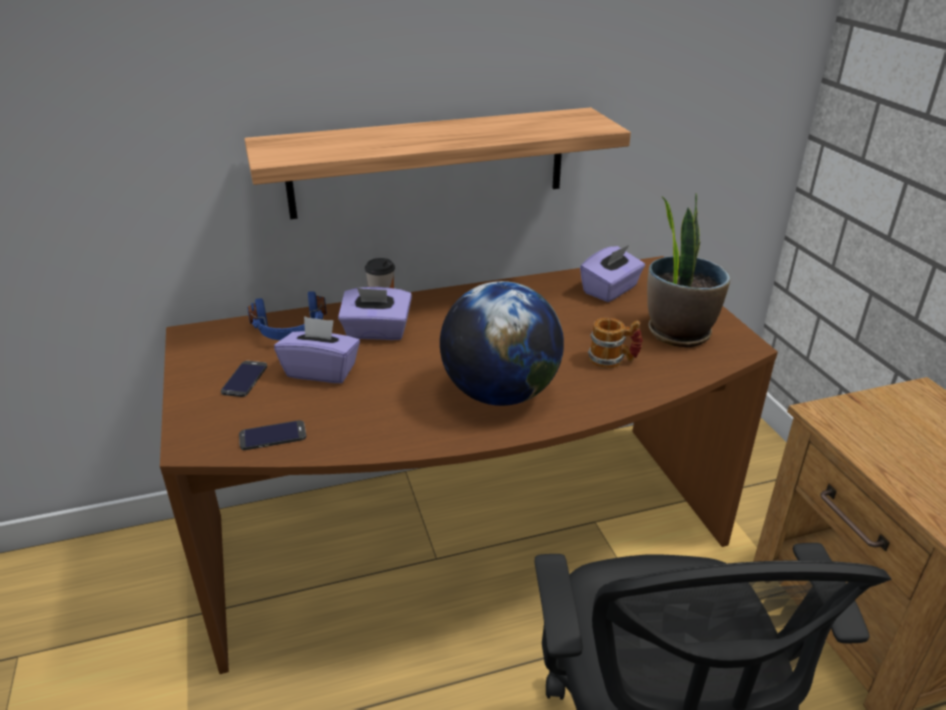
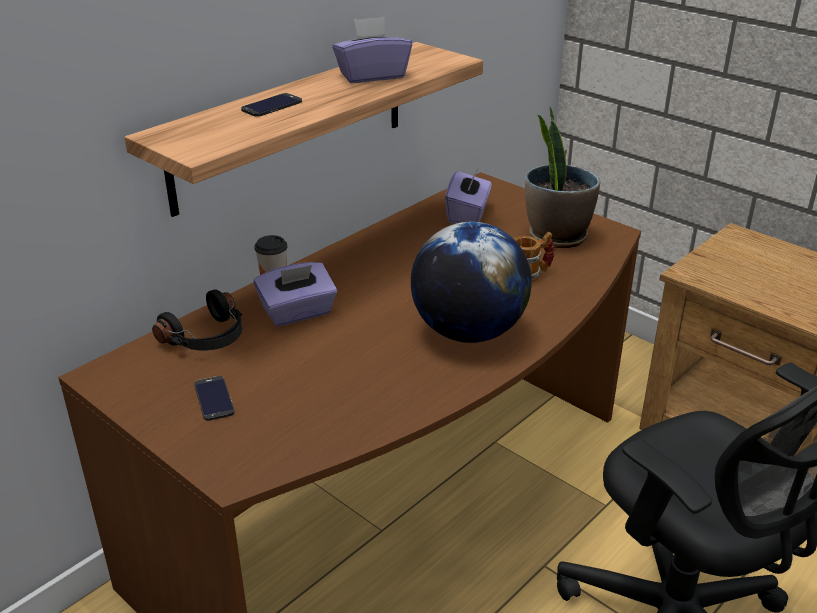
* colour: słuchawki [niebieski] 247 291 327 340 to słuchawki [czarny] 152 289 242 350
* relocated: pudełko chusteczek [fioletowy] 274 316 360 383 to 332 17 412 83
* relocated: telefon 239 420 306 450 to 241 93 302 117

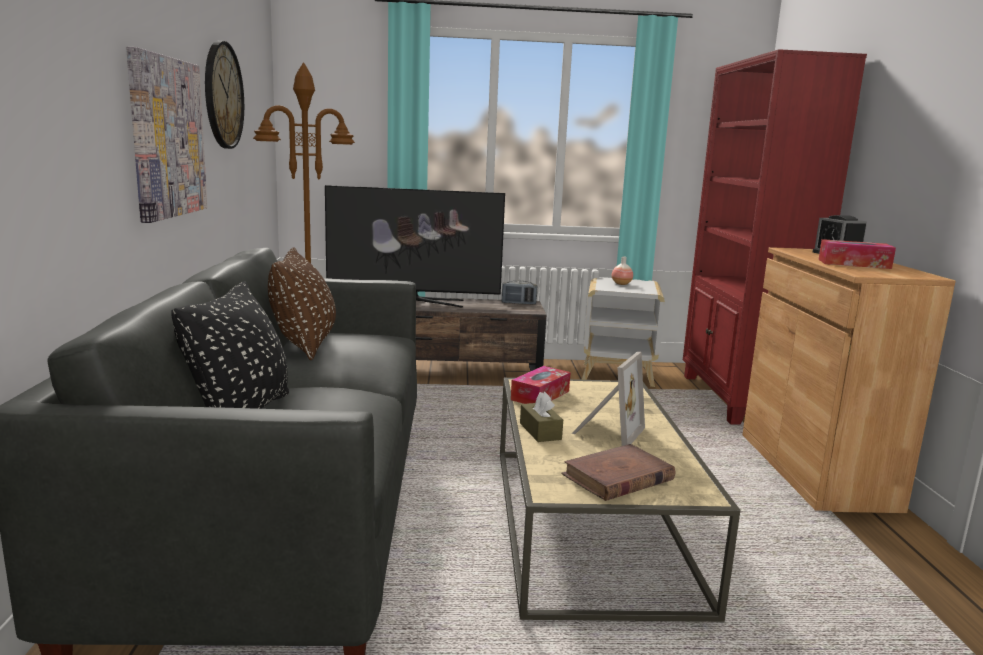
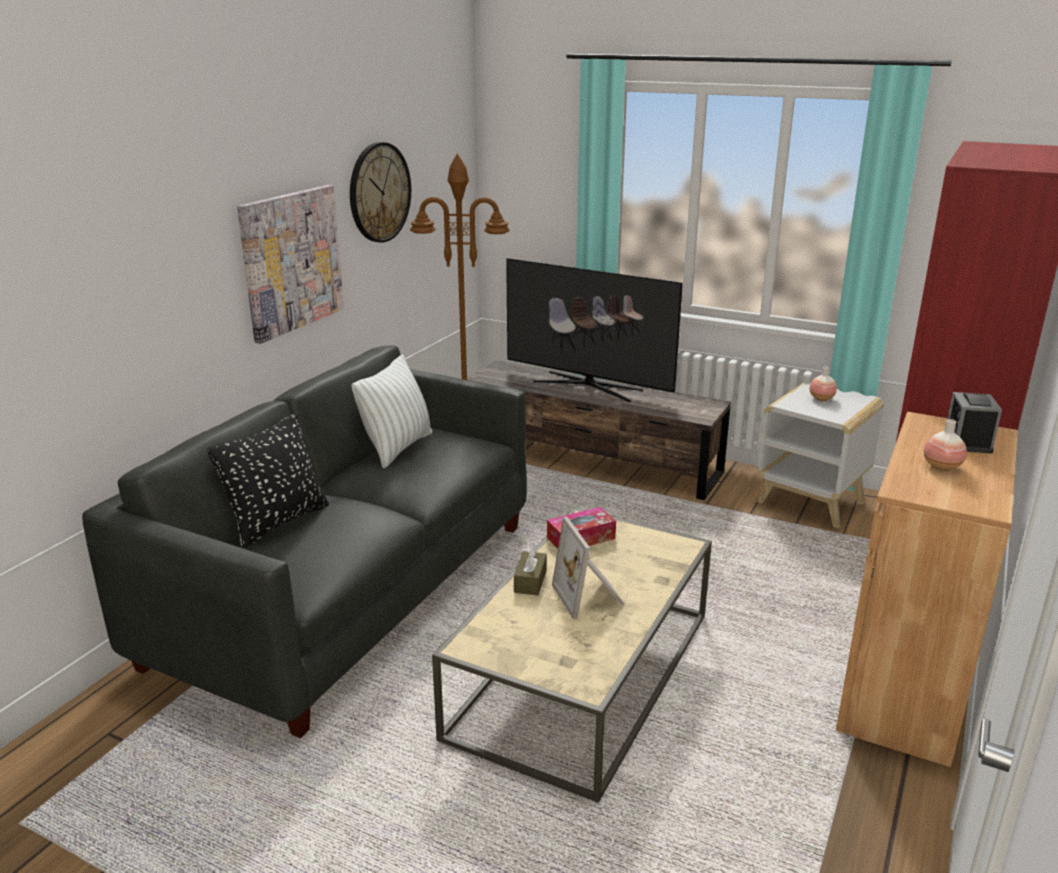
* exchanged: pudełko chusteczek 818 239 896 269 to wazon 924 419 967 471
* colour: poduszka [brązowy] 268 247 336 360 to poduszka [biały] 352 355 432 468
* missing: radio 502 281 537 305
* spun: ramka na zdjęcie 572 352 645 446 = 552 517 624 619 105 degrees clockwise
* missing: książka [brązowy] 562 444 675 501

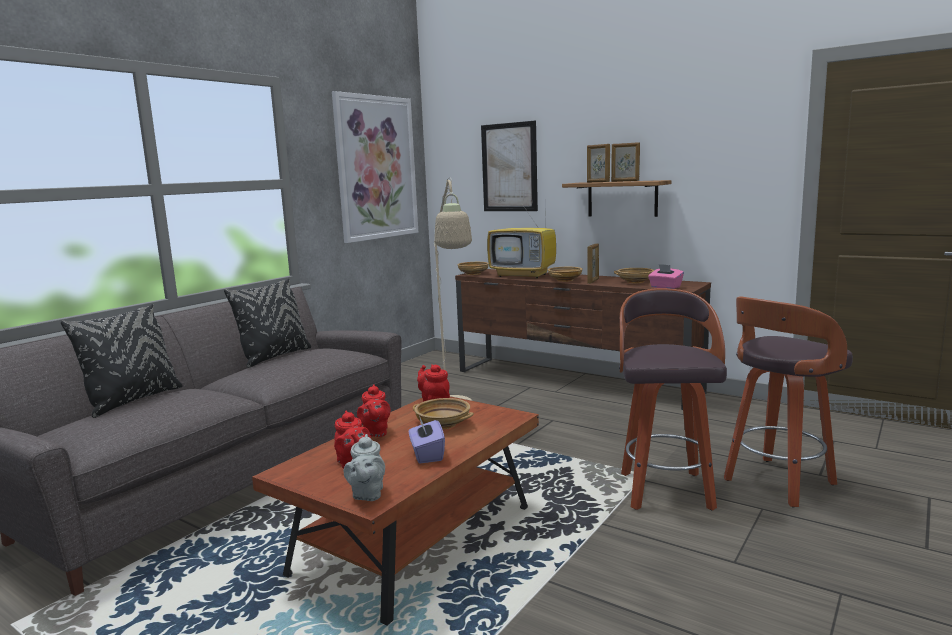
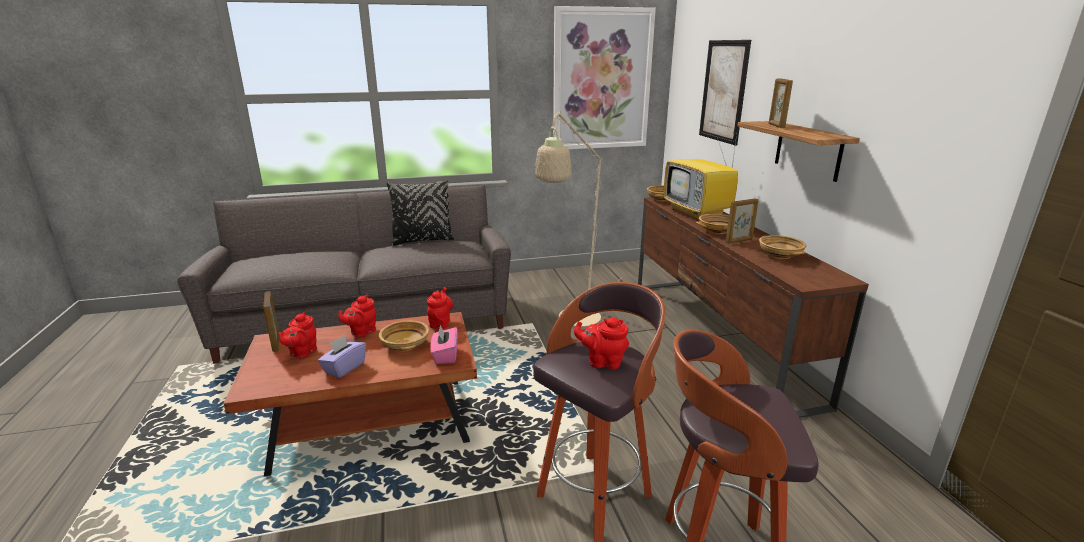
* relocated: ramka na zdjęcie 611 142 640 182 to 263 291 280 352
* relocated: pudełko chusteczek [różowy] 648 264 684 289 to 430 325 458 364
* missing: poduszka [czarny] 61 304 182 418
* missing: imbryk [szary] 344 434 385 501
* appeared: imbryk [czerwony] 574 318 629 370

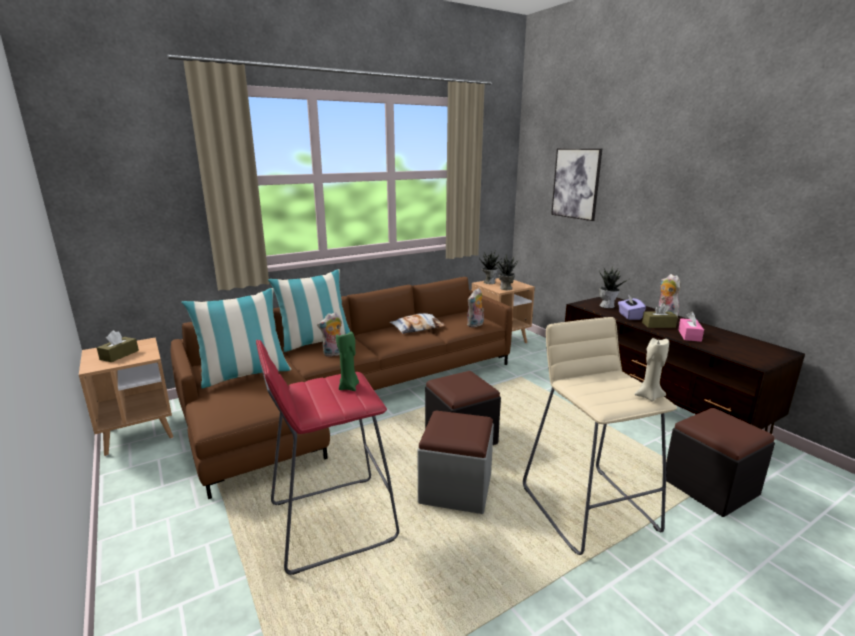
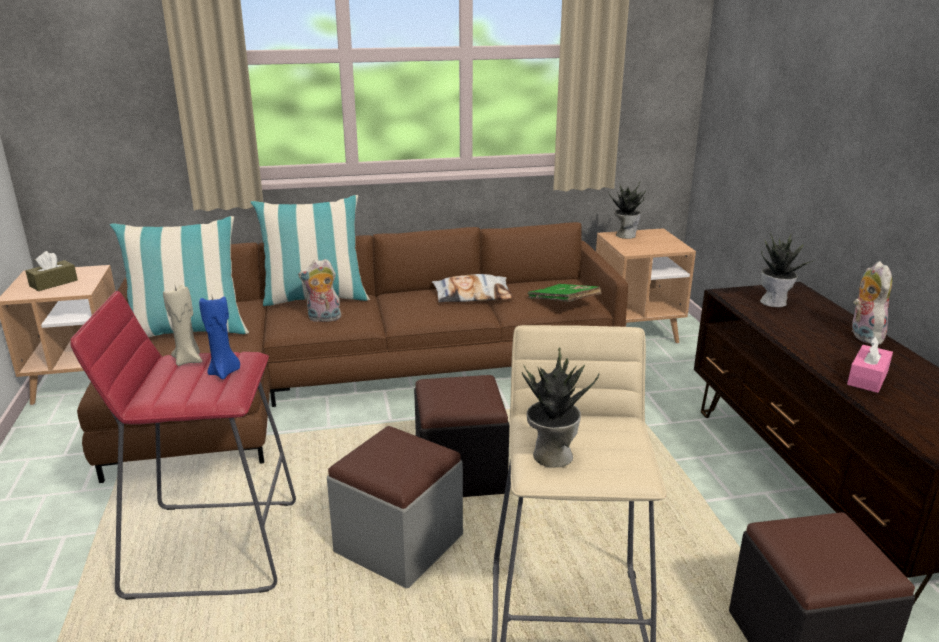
* missing: obraz 551 148 602 221
* relocated: roślina doniczkowa 496 255 518 290 to 522 348 599 467
* exchanged: pluszak 467 288 484 327 to książka [zielony] 527 284 602 302
* missing: pudełko chusteczek [fioletowy] 618 295 646 320
* missing: pudełko chusteczek [brązowy] 642 303 678 328
* colour: świeca [zielony] 336 331 359 391 to świeca [niebieski] 199 296 240 379
* relocated: świeca [beżowy] 634 338 669 402 to 163 285 202 366

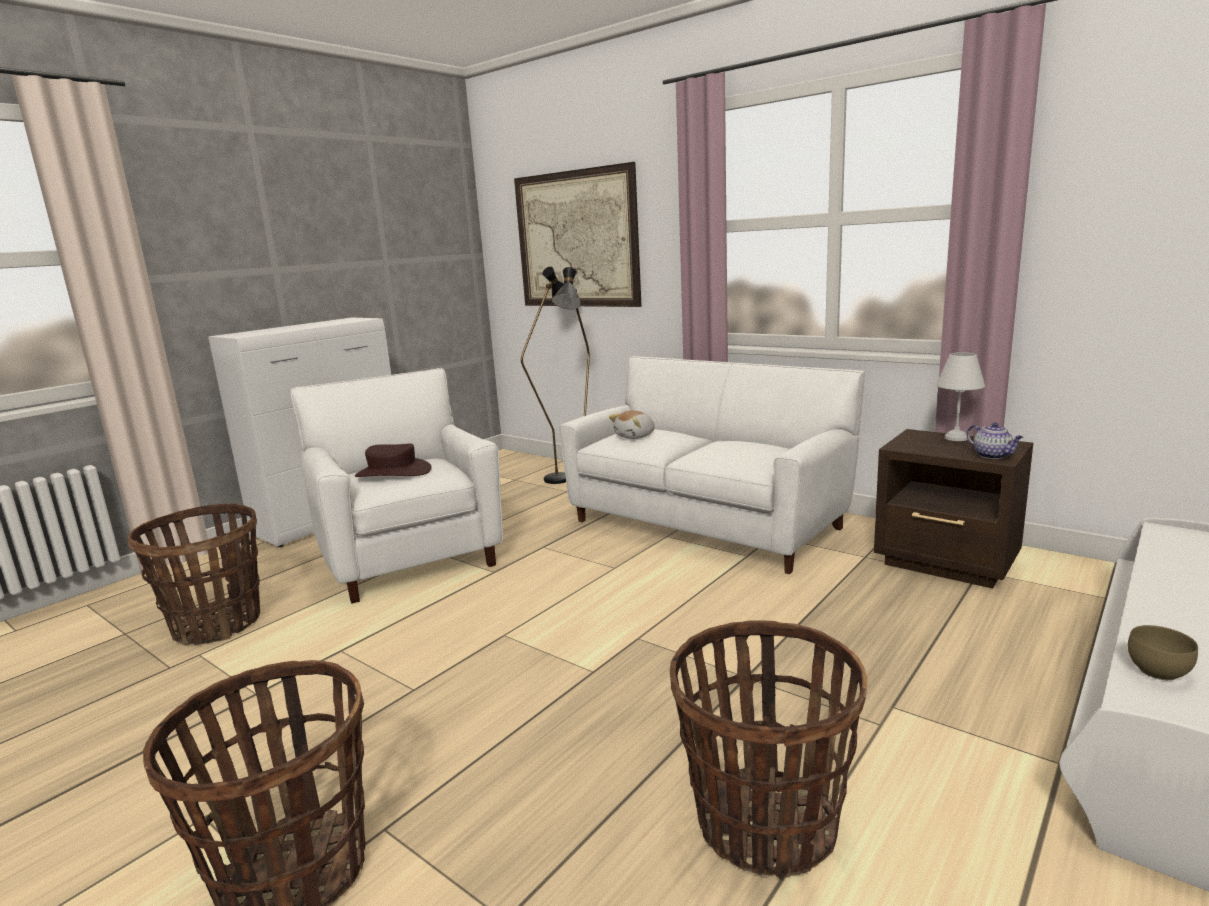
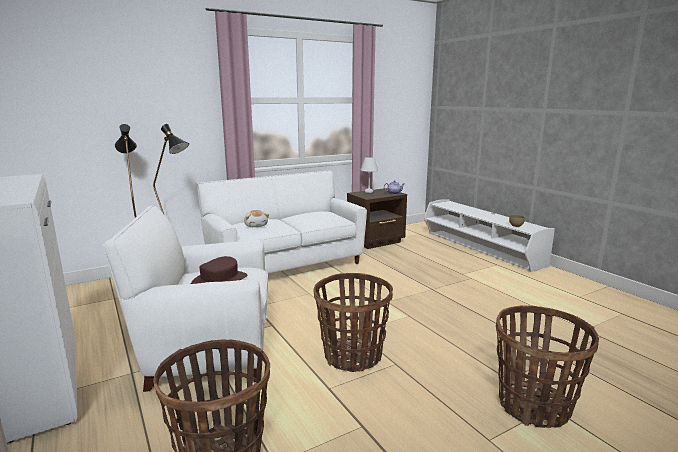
* missing: obraz 514 162 642 307
* relocated: koszyk 670 621 868 879 to 313 273 393 372

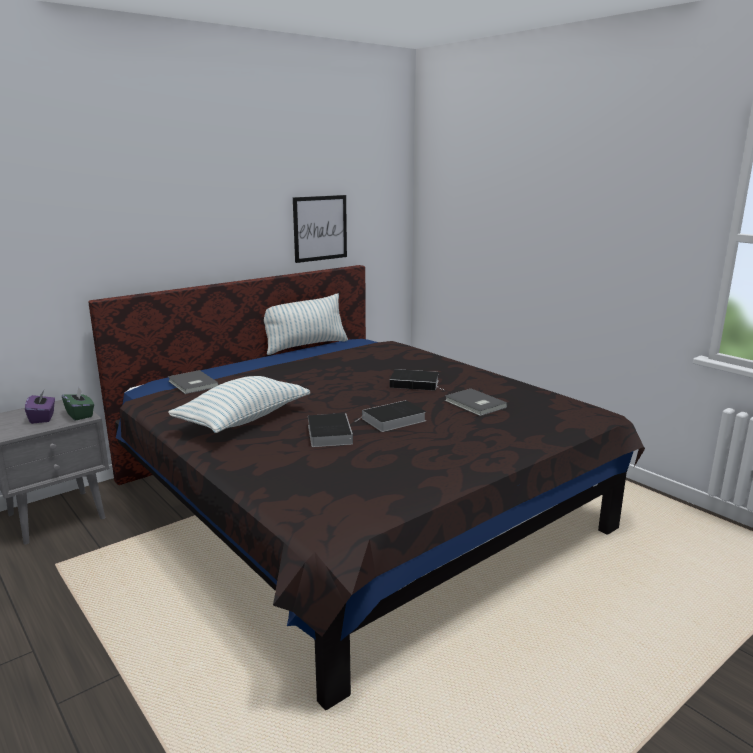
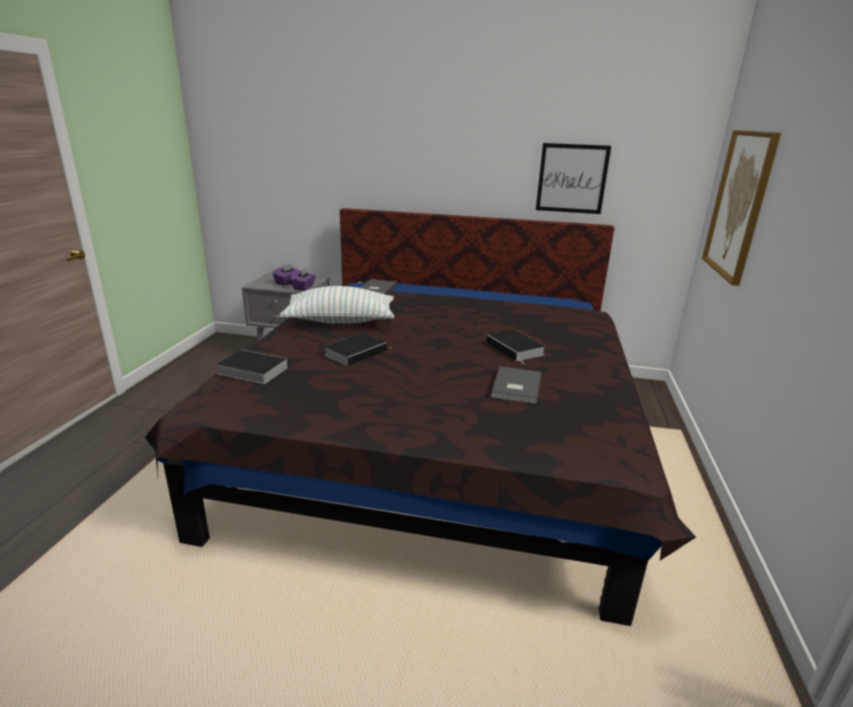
* missing: poduszka 264 294 348 355
* colour: pudełko chusteczek [zielony] 62 387 94 421 to pudełko chusteczek [fioletowy] 290 268 315 291
* relocated: książka 356 400 426 432 to 216 350 288 384
* appeared: obraz 702 130 781 286

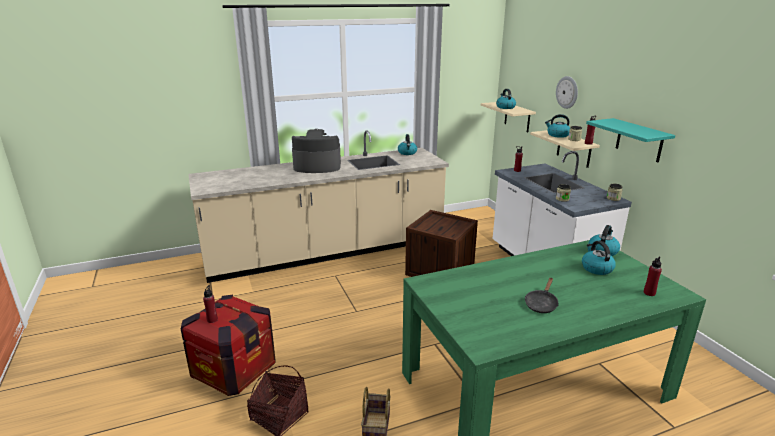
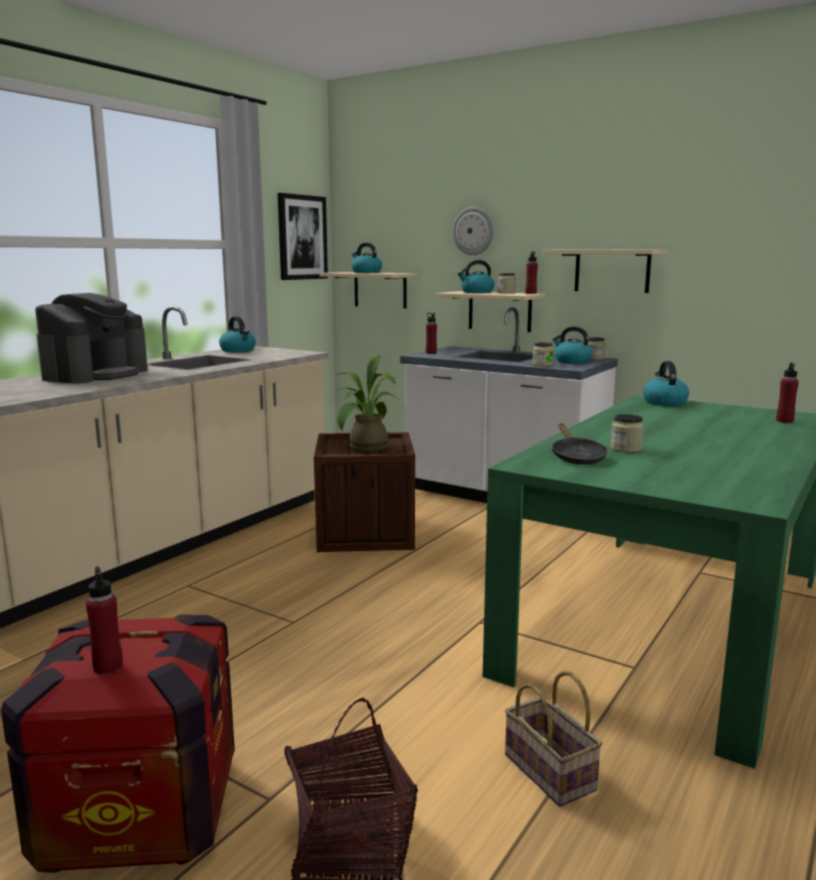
* colour: półka [turkusowy] 586 118 675 162 to półka [beżowy] 543 249 668 293
* spun: ekspres do kawy 292 129 341 173 = 35 293 148 384 150 degrees clockwise
* relocated: czajnik 582 241 616 275 to 553 326 593 364
* relocated: patelnia [czarny] 525 278 559 313 to 552 423 608 465
* appeared: obraz 278 193 328 280
* appeared: roślina doniczkowa 335 356 398 452
* appeared: słoik 610 414 644 452

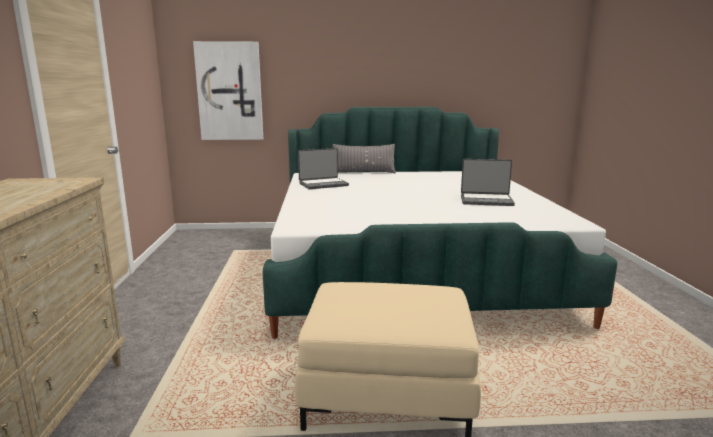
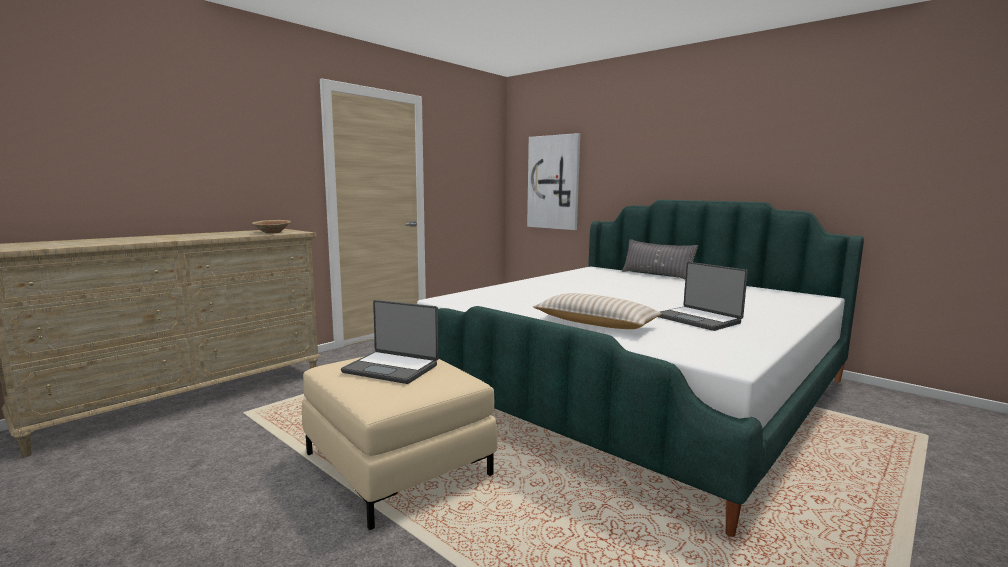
* relocated: laptop 298 148 349 189 to 341 300 439 384
* appeared: miska [brązowy] 252 220 291 234
* appeared: poduszka [beżowy] 533 293 662 329

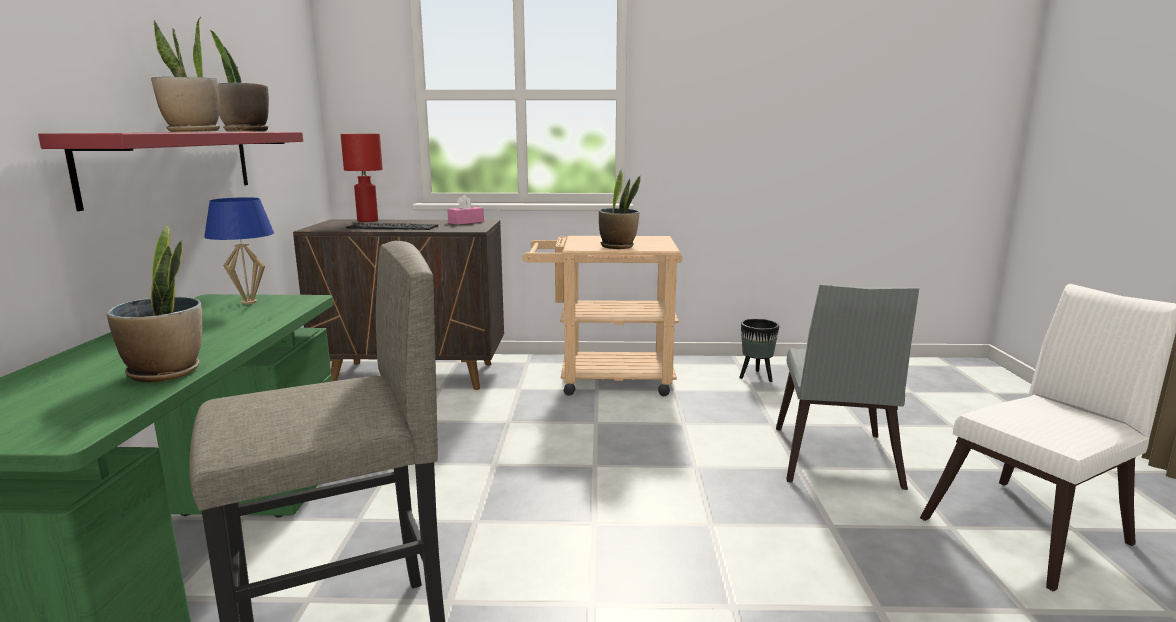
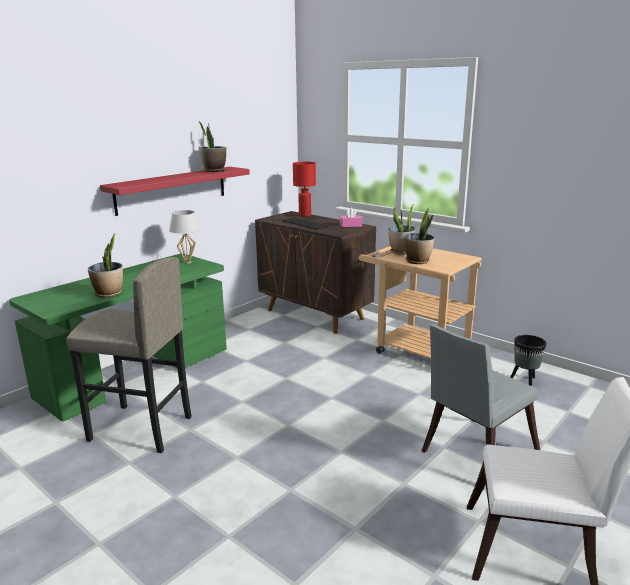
* relocated: roślina doniczkowa 151 17 220 132 to 389 205 416 254
* colour: lampa stołowa [niebieski] 204 197 274 304 to lampa stołowa [biały] 169 210 201 264

